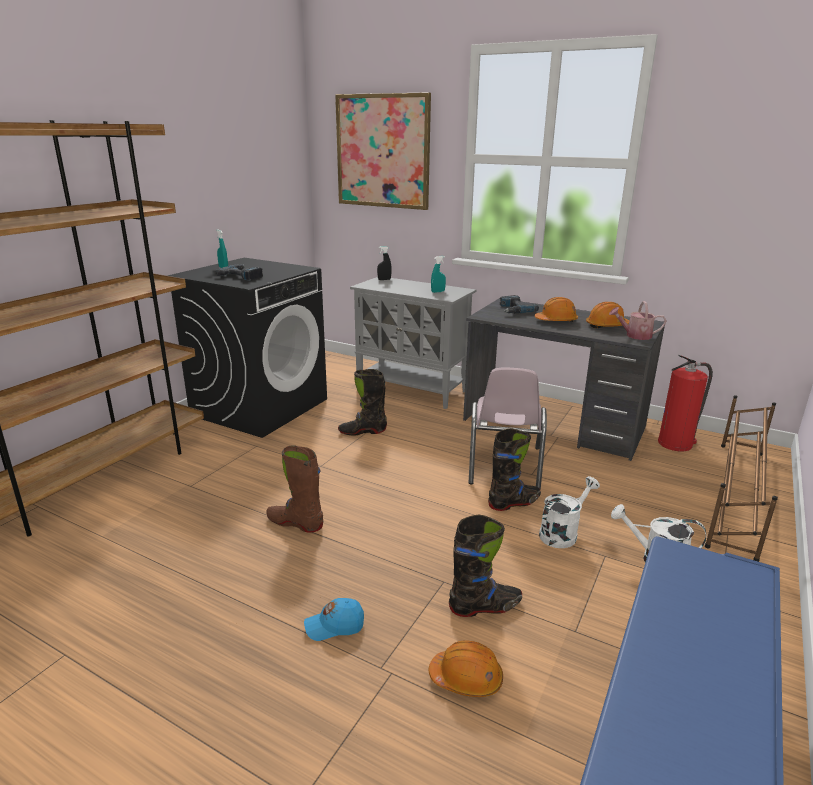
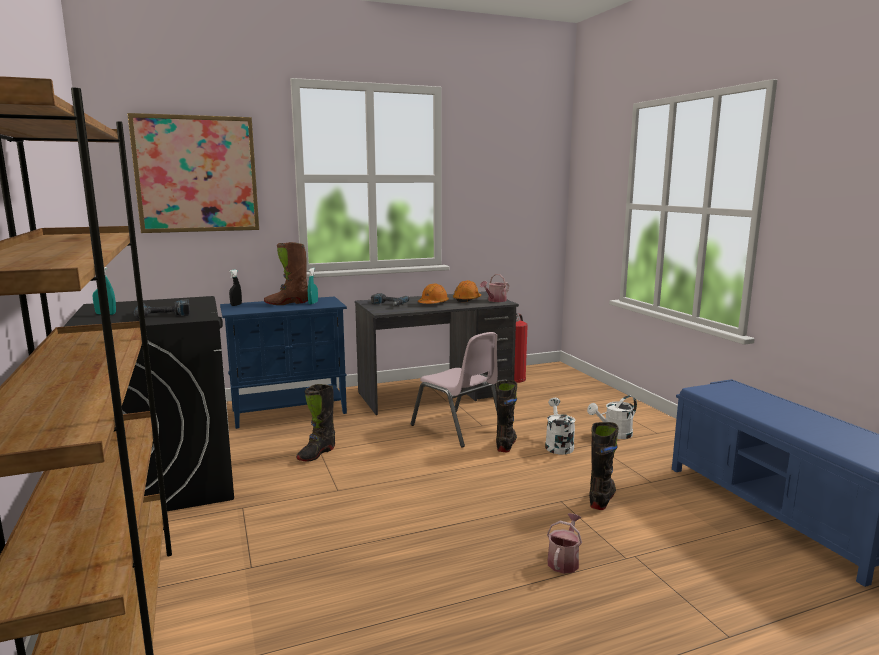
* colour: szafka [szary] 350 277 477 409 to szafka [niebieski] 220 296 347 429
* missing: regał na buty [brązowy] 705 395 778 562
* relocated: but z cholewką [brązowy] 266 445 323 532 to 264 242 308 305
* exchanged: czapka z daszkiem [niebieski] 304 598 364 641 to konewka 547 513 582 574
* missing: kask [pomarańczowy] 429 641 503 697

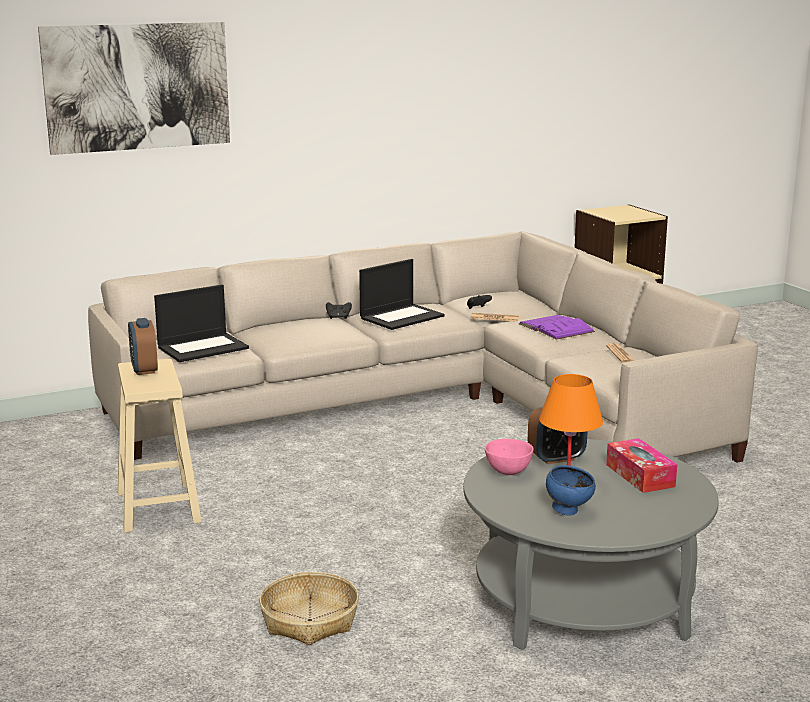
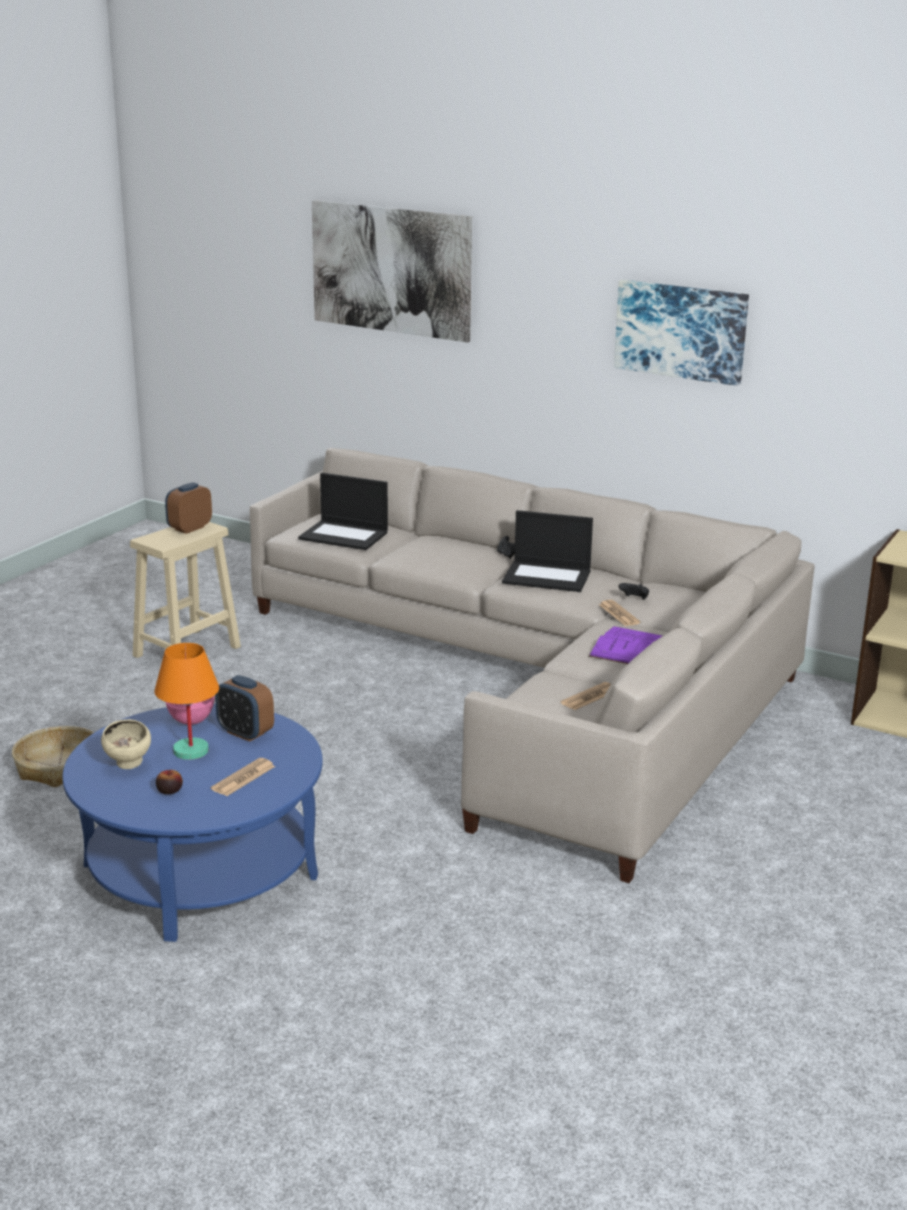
* exchanged: pudełko chusteczek 606 438 677 493 to gazeta 211 758 275 796
* colour: ława [szary] 463 439 719 650 to ława [niebieski] 62 704 323 942
* colour: miska [niebieski] 546 465 596 516 to miska [beżowy] 101 719 151 769
* appeared: obraz 614 280 749 386
* appeared: jabłko 156 770 183 794

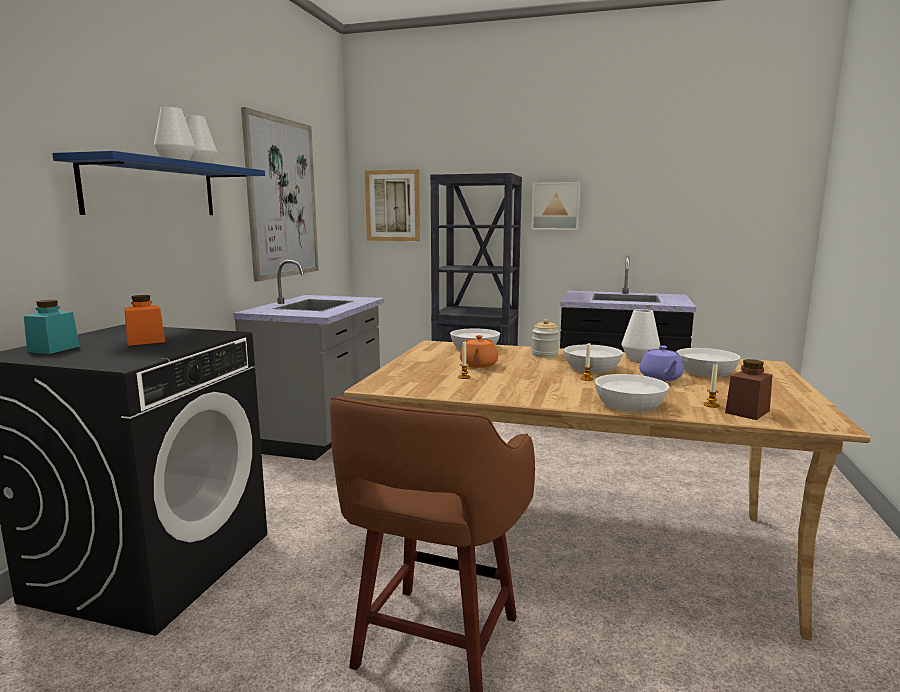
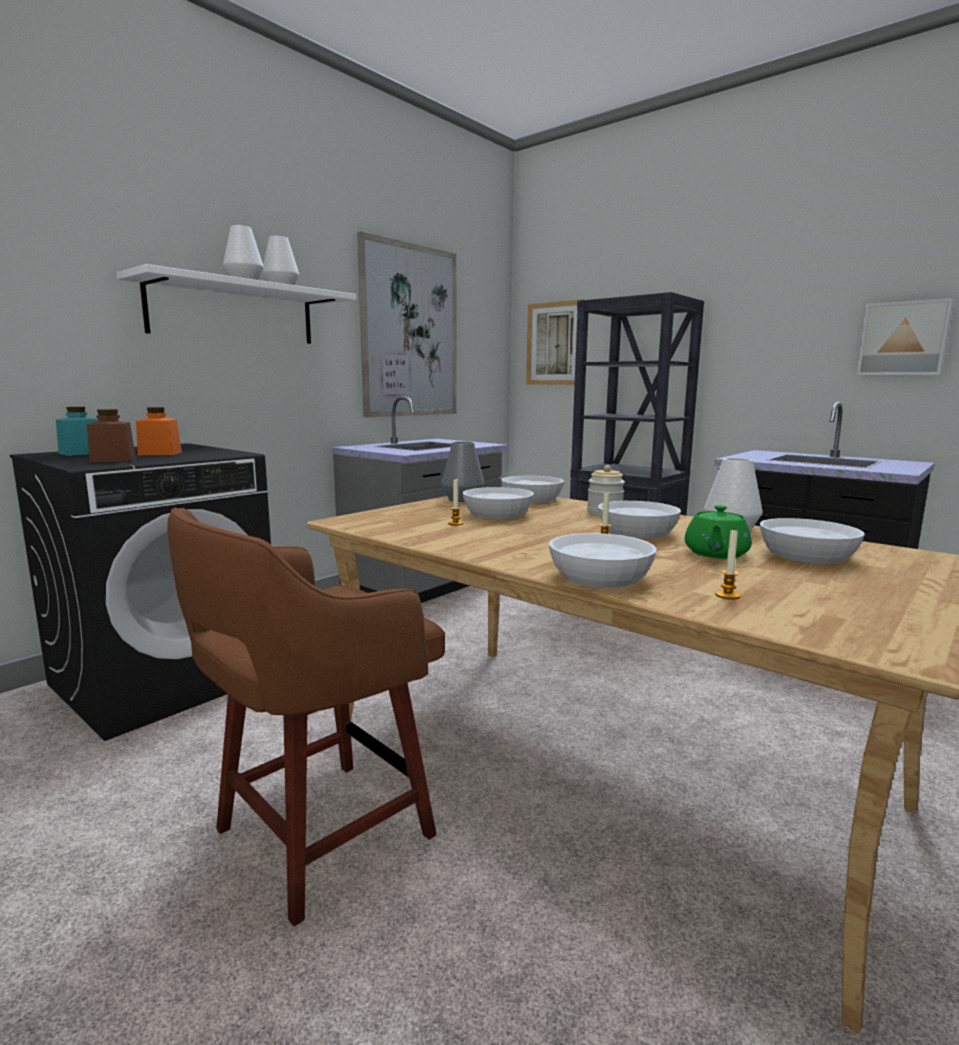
* colour: półka [niebieski] 52 151 265 215 to półka [biały] 117 264 356 344
* relocated: obraz 531 182 581 230 to 856 298 953 375
* exchanged: imbryk [pomarańczowy] 460 335 498 368 to miska [biały] 463 487 534 519
* colour: imbryk [fioletowy] 639 345 684 381 to imbryk [zielony] 685 505 752 559
* relocated: słoik [brązowy] 725 359 772 420 to 87 409 136 462
* appeared: wazon [szary] 441 441 485 502

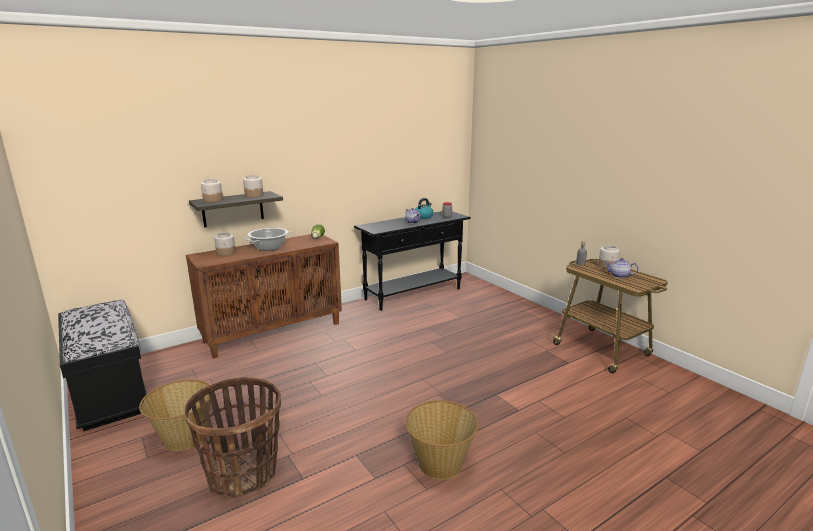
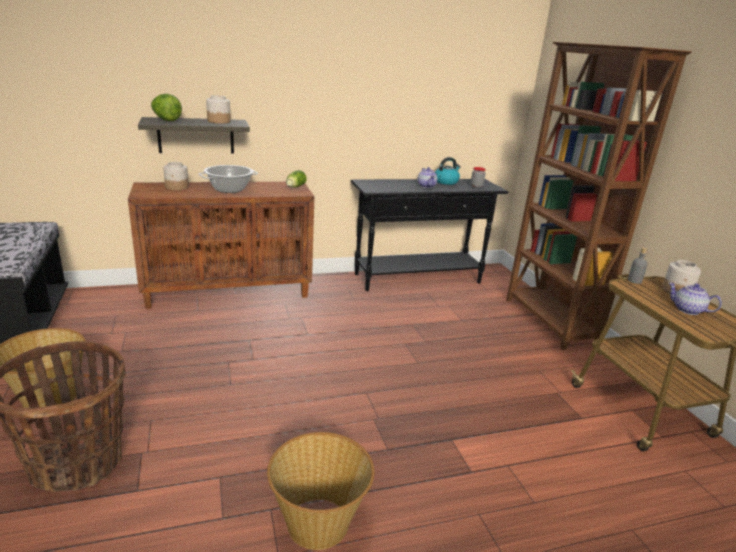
* exchanged: słoik 201 179 223 202 to sałata 151 94 182 121
* appeared: regał [brązowy] 506 42 692 350

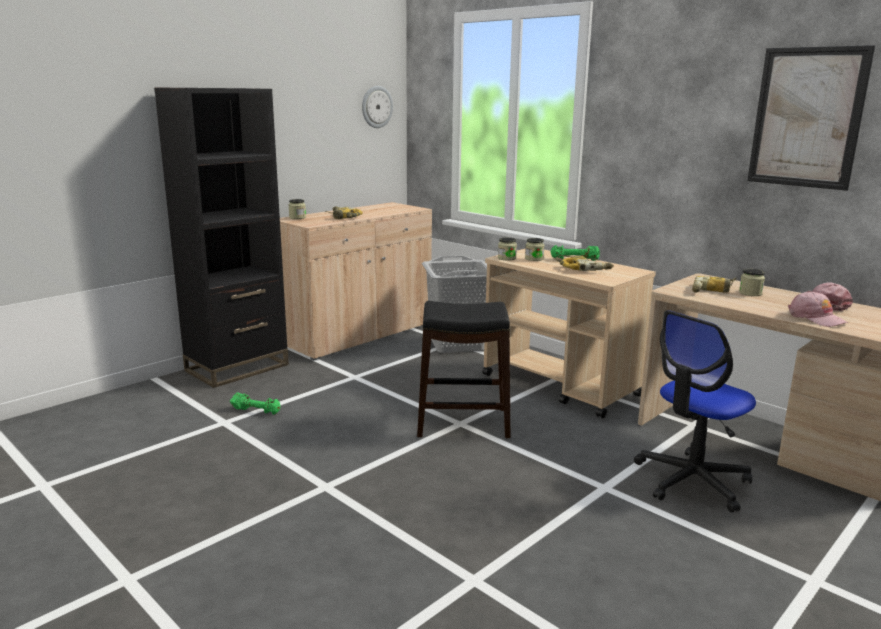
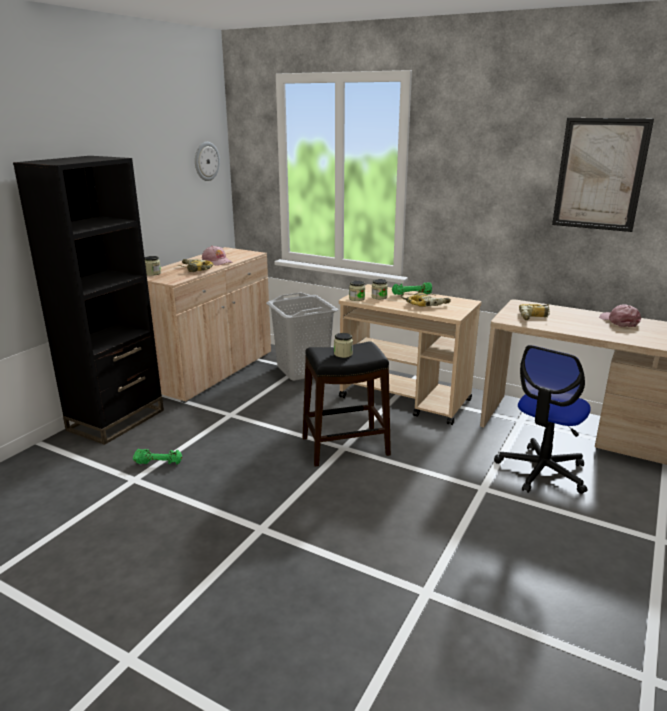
* relocated: słoik 739 269 765 296 to 334 333 353 358
* relocated: czapka z daszkiem [różowy] 788 291 848 327 to 202 246 233 266

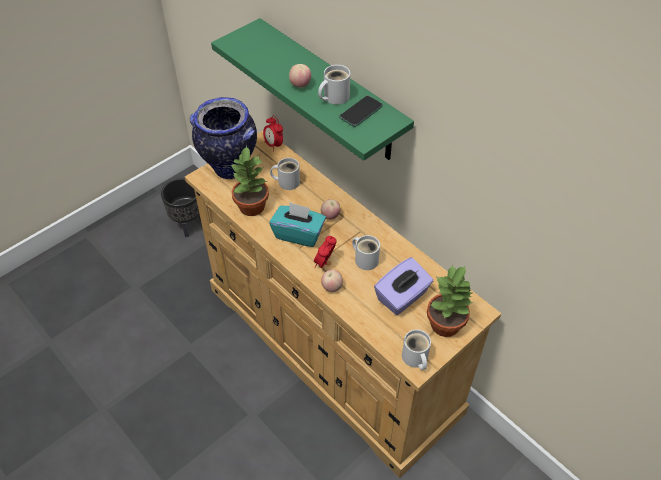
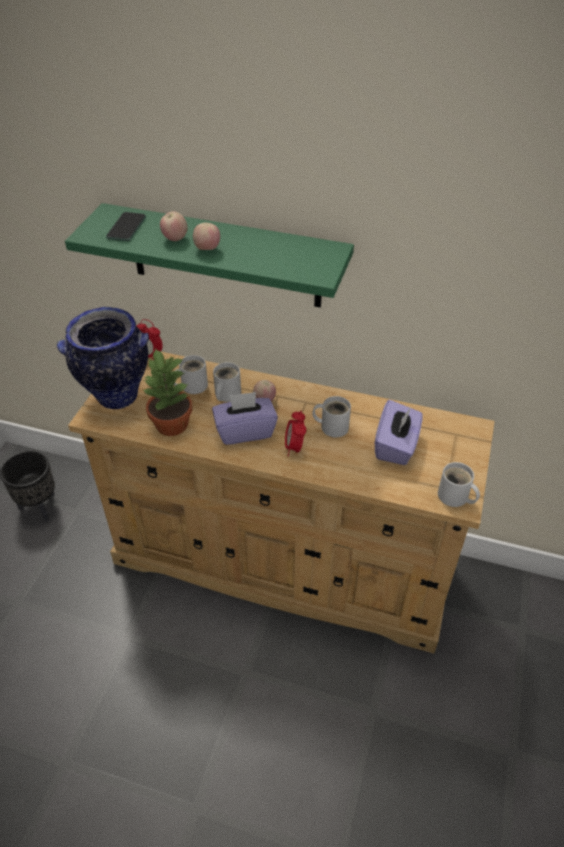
* relocated: kubek [biały] 318 65 350 105 to 213 362 241 402
* relocated: telefon 339 96 383 127 to 106 212 146 241
* colour: pudełko chusteczek [turkusowy] 269 202 326 247 to pudełko chusteczek [fioletowy] 212 392 278 445
* missing: roślina doniczkowa 427 264 474 337
* relocated: jabłko 321 269 343 292 to 160 211 188 241

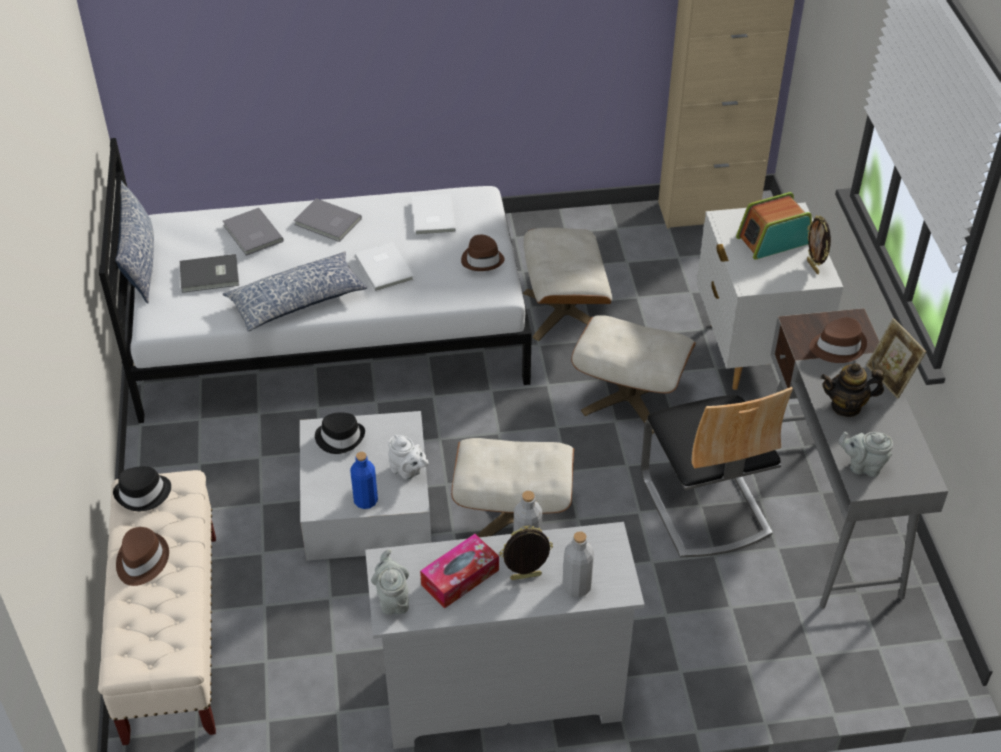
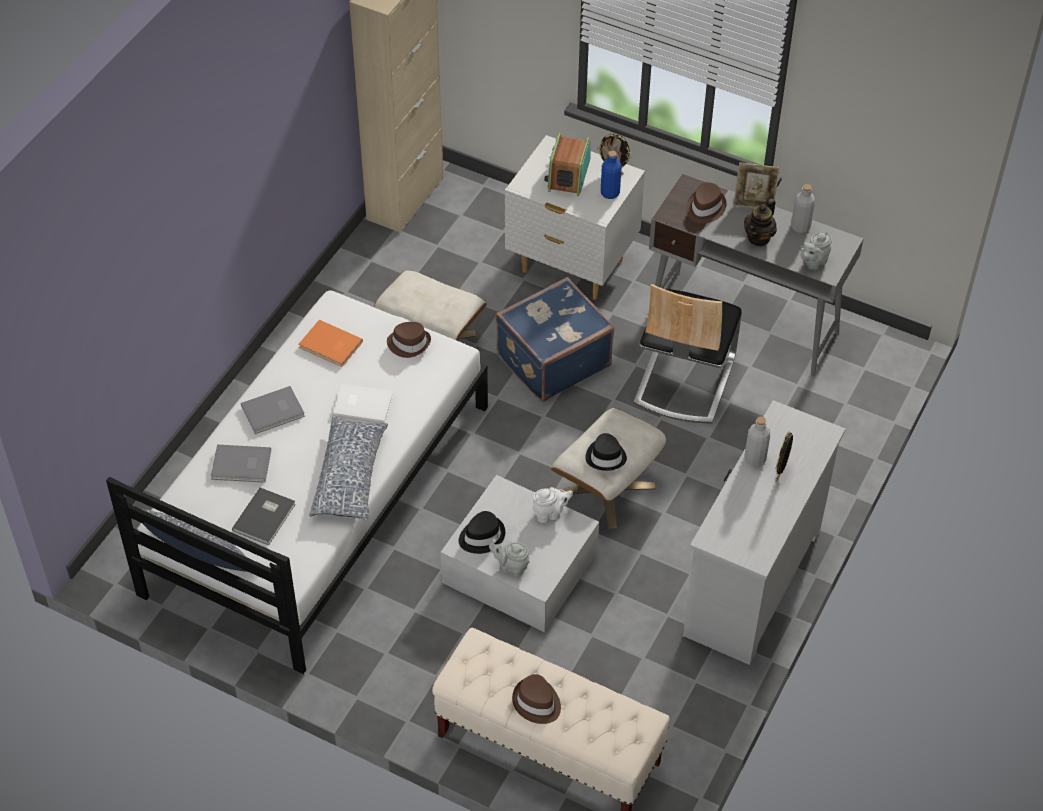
* colour: książka [biały] 412 194 456 235 to książka [pomarańczowy] 299 320 363 367
* exchanged: pufa [beżowy] 571 315 696 434 to walizka [niebieski] 495 277 615 402
* spun: krzesło 641 387 793 557 = 634 284 742 424 90 degrees clockwise
* relocated: butelka [niebieski] 350 452 378 509 to 601 151 621 199
* relocated: kapelusz [czarny] 113 466 171 511 to 586 433 627 471
* relocated: butelka [szary] 562 531 594 597 to 791 184 815 233
* missing: pudełko chusteczek 420 534 499 608
* relocated: imbryk [szary] 371 549 409 615 to 489 539 530 577

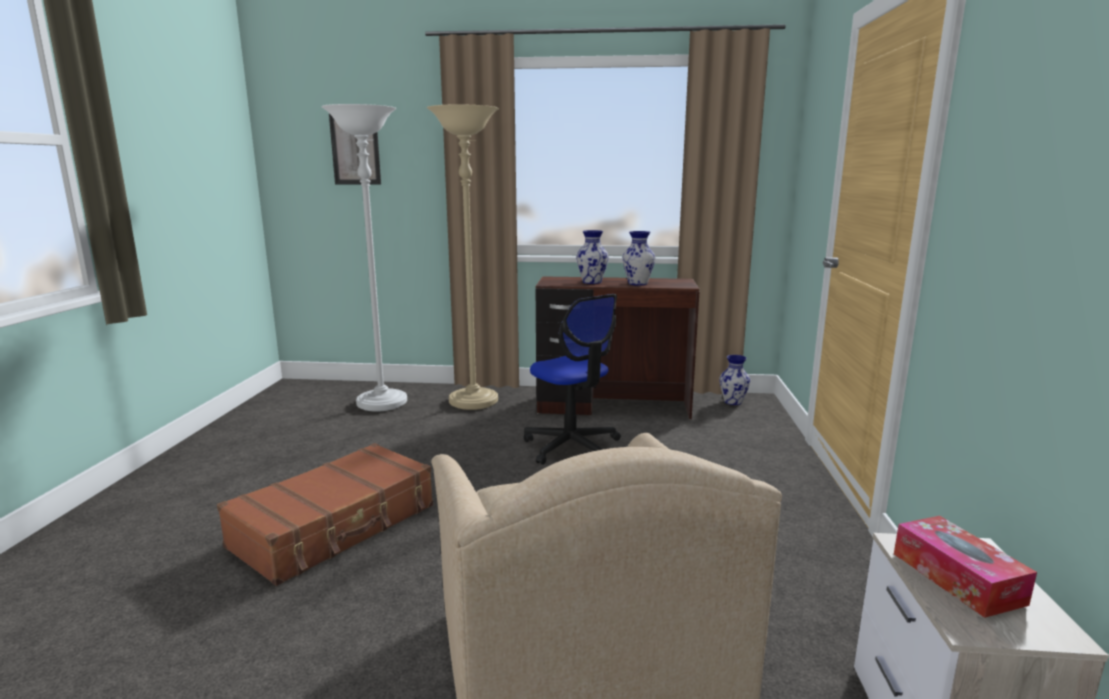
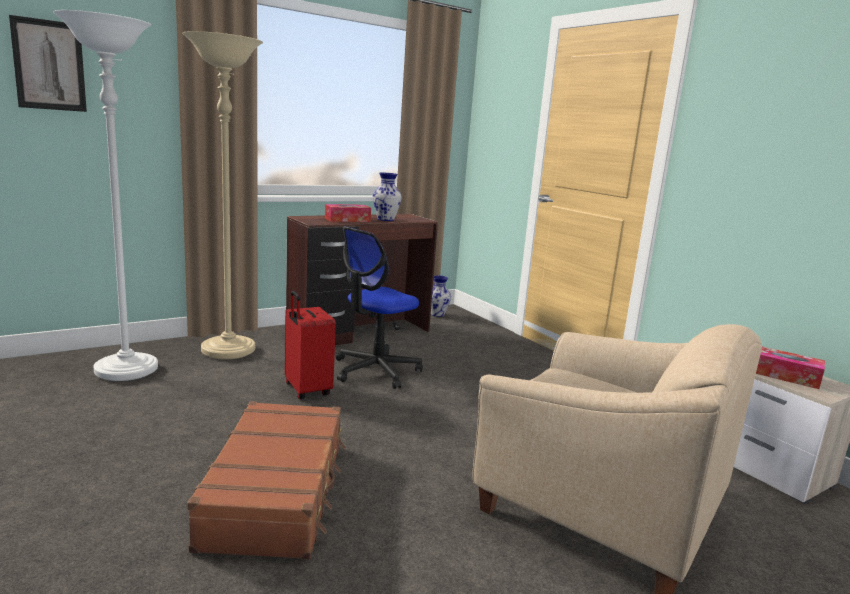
* exchanged: wazon 576 230 609 284 to pudełko chusteczek 325 204 371 222
* spun: krzesło biurowe 524 294 621 465 = 335 226 423 389 120 degrees clockwise
* appeared: walizka [czerwony] 285 290 336 399

